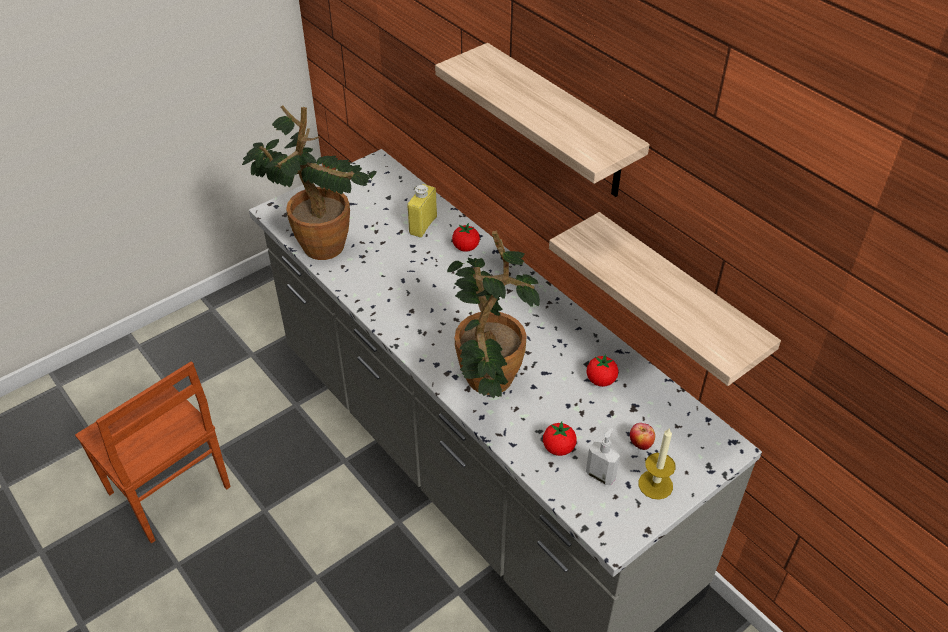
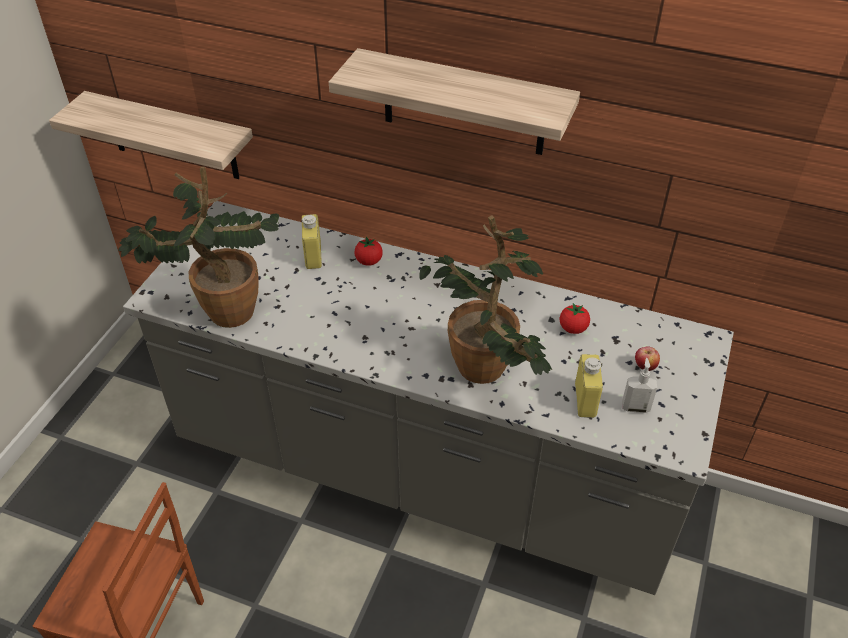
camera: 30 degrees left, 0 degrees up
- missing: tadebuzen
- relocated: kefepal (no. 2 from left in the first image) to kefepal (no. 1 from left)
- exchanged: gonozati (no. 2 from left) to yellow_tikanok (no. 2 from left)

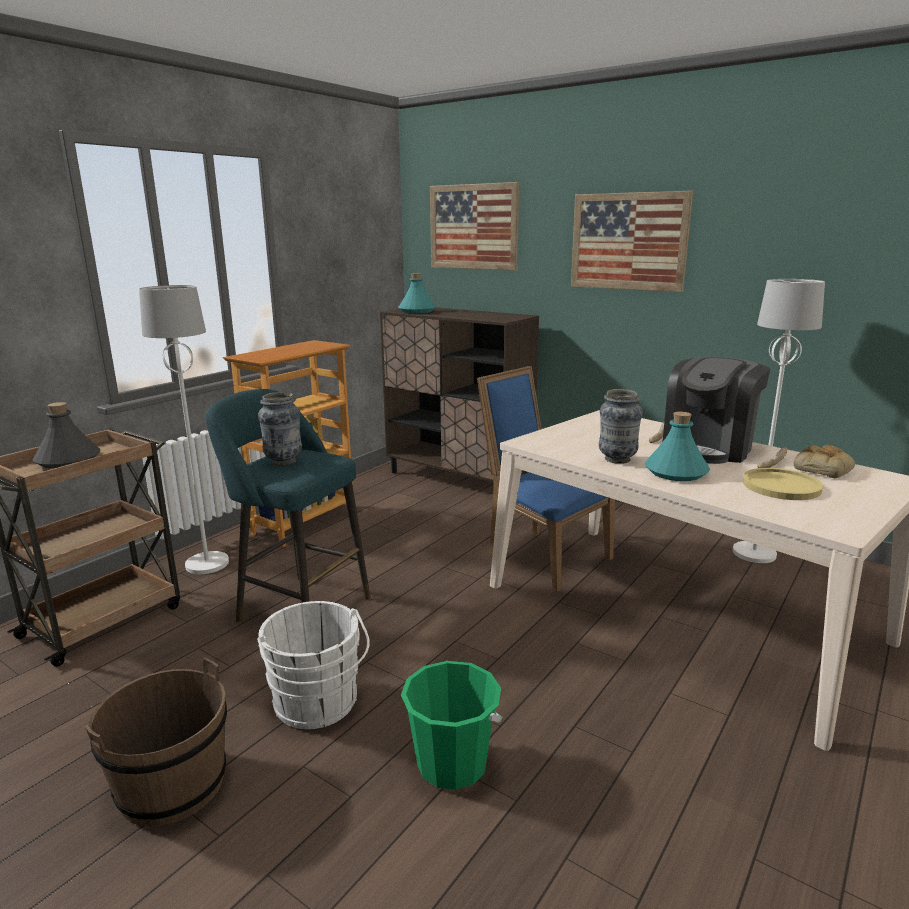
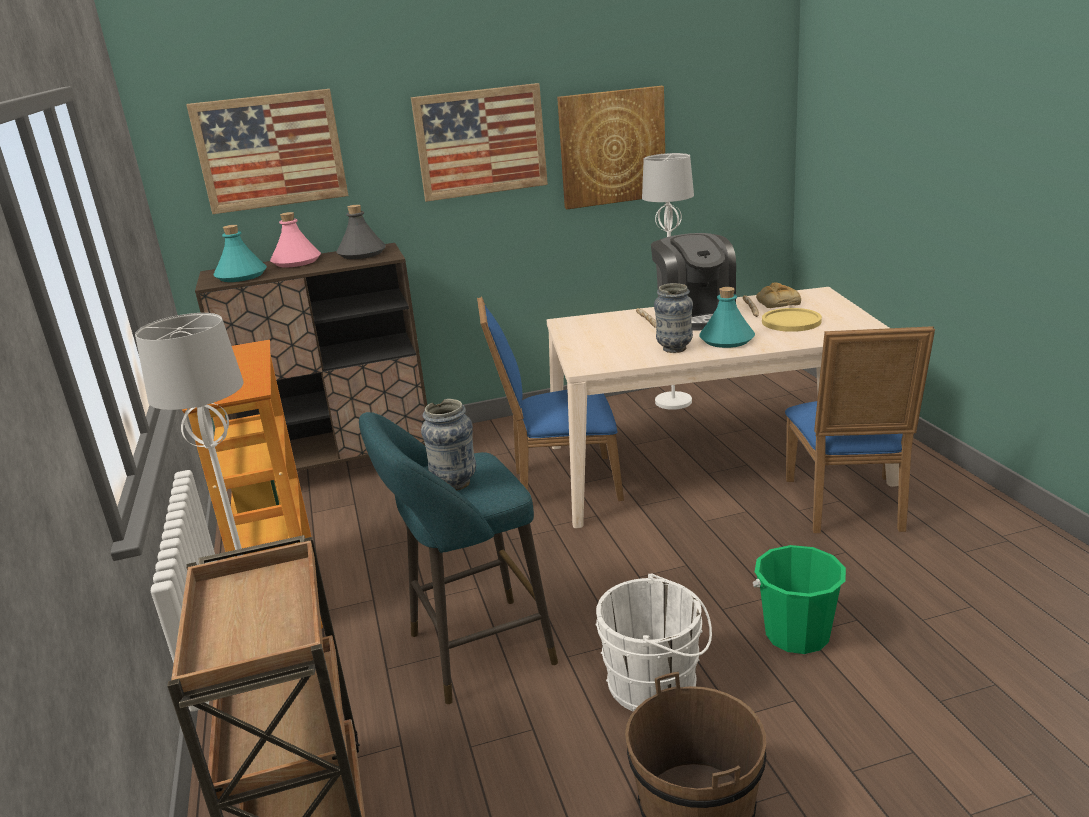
camera: 50 degrees left, 5 degrees up
- appeared: pink_tikanok
- appeared: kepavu (no. 3 from left)
- appeared: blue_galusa (no. 2 from left)
- relocated: grey_tikanok

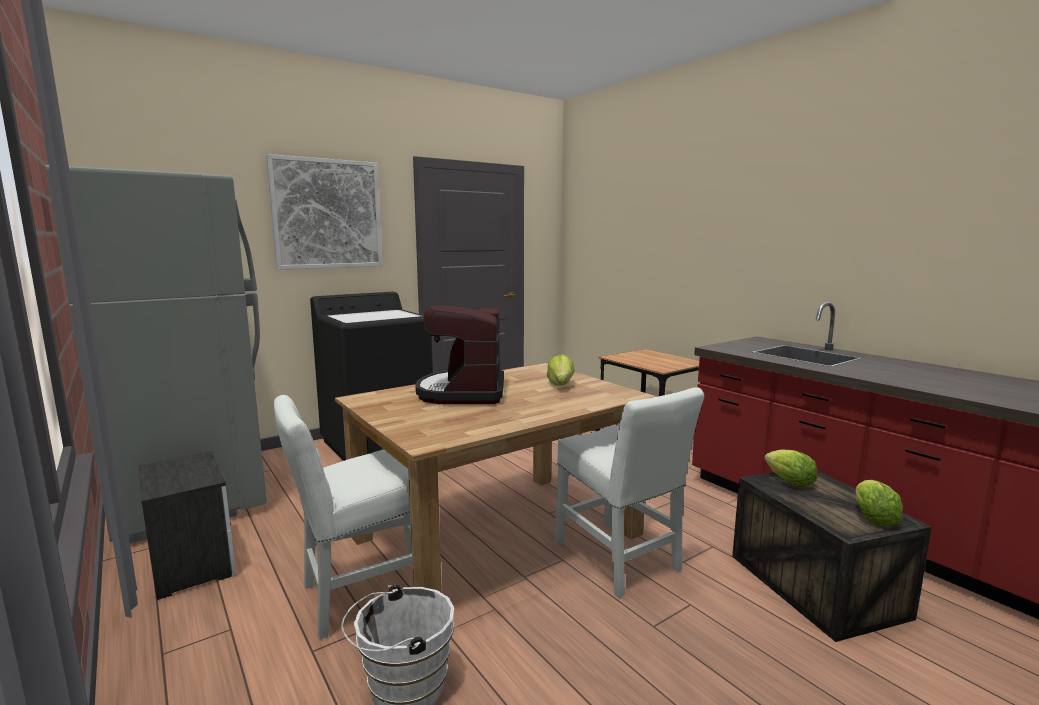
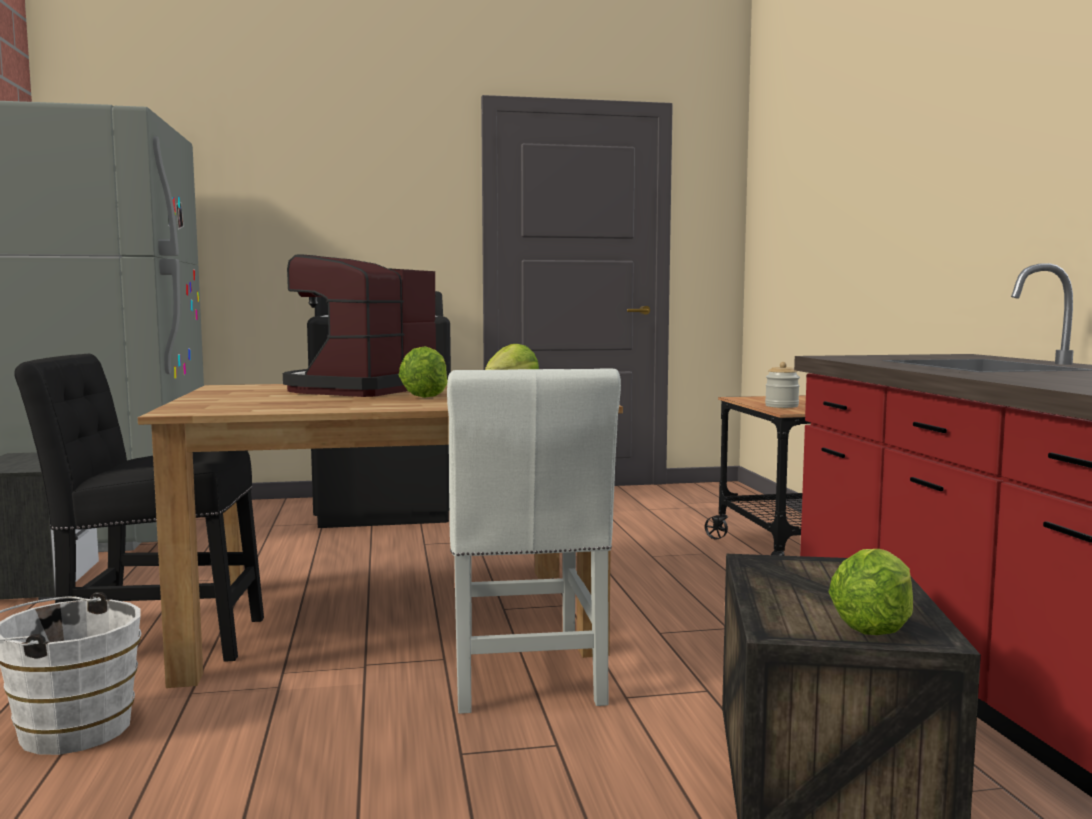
camera: 25 degrees right, 5 degrees down
- missing: kepavu
- appeared: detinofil
- relocated: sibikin (no. 2 from left in the first image) to sibikin (no. 1 from left)
- colour: white_galusa (no. 1 from left) to black_galusa

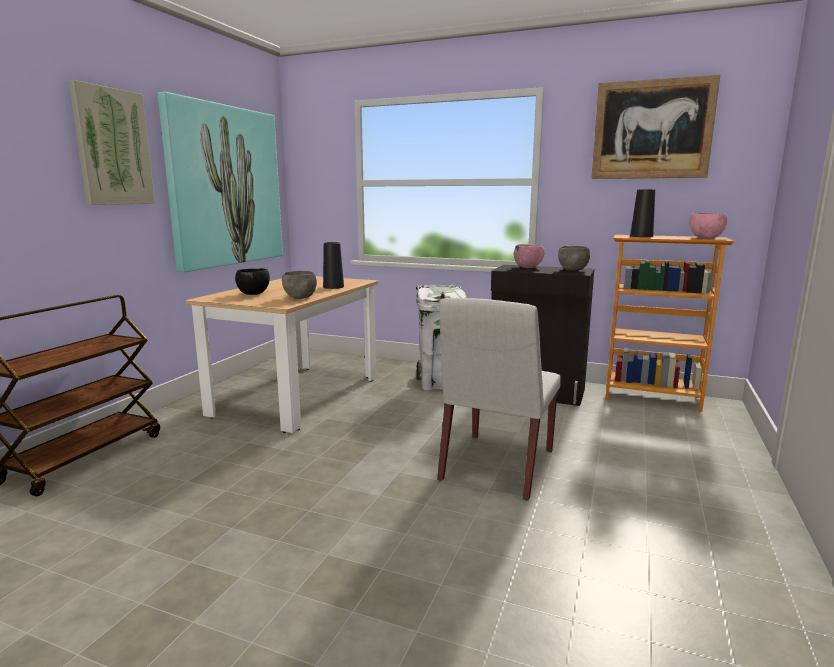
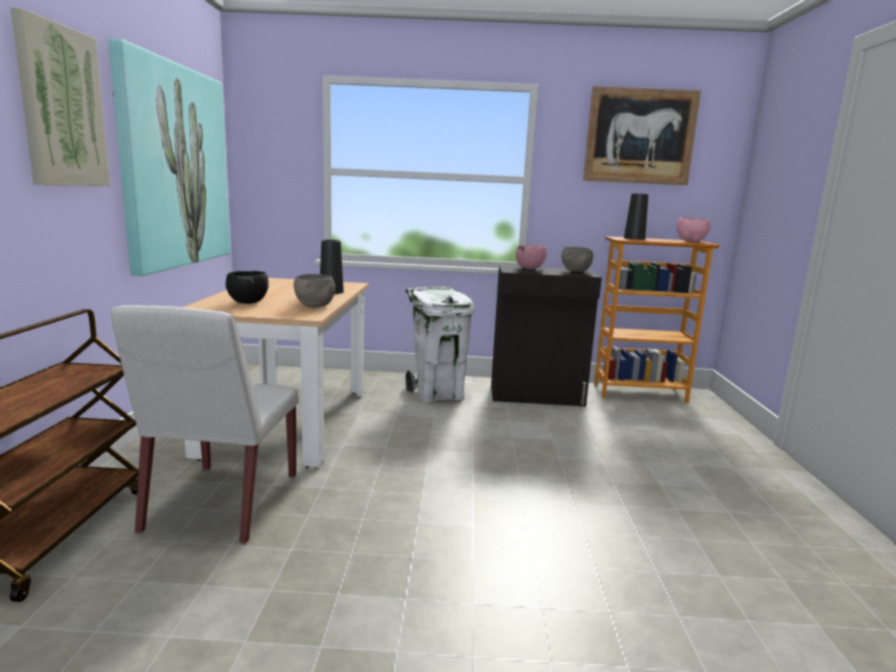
camera: 20 degrees left, 0 degrees up
- relocated: white_galusa

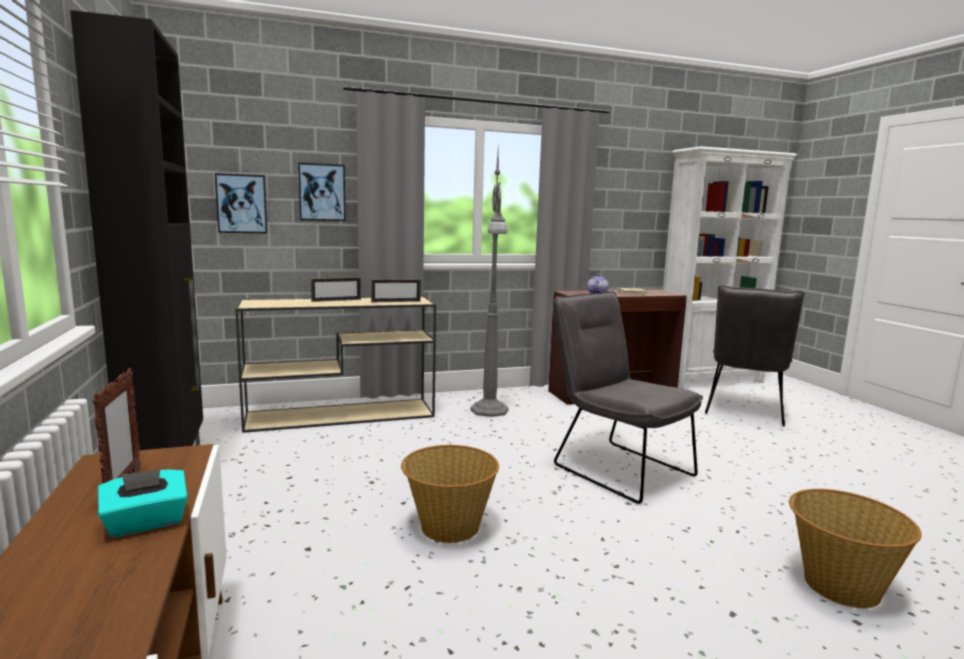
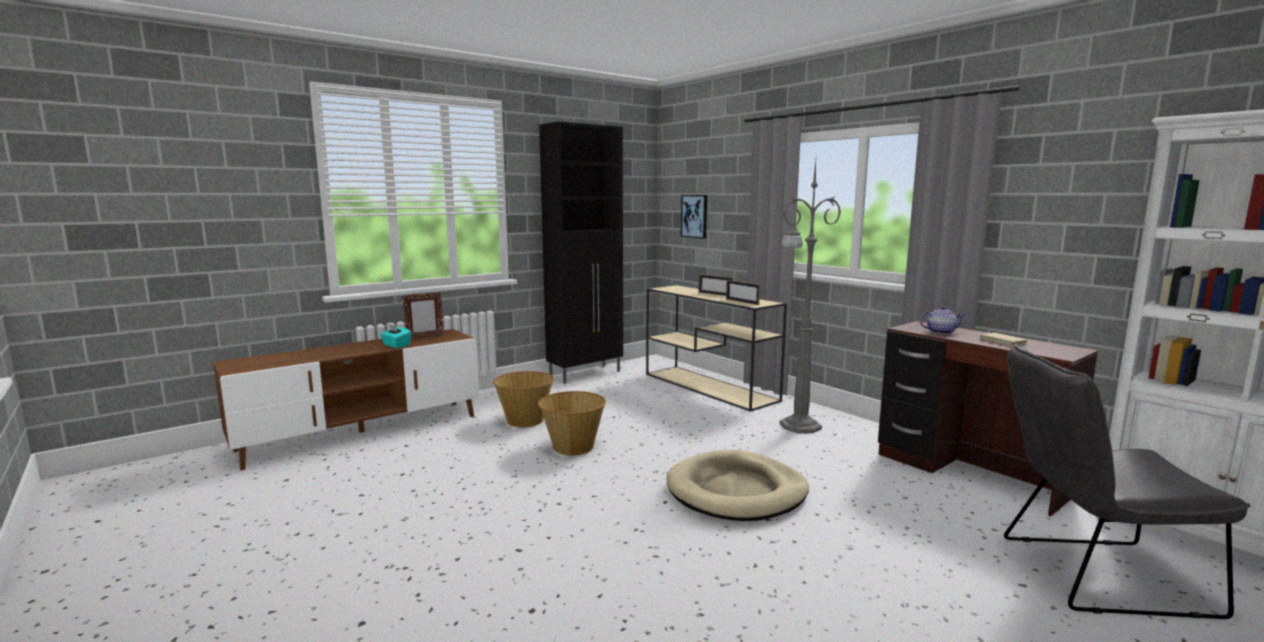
camera: 70 degrees right, 0 degrees up
- missing: kepavu (no. 2 from left)
- relocated: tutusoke (no. 2 from left in the first image) to tutusoke (no. 1 from left)
- exchanged: grey_galusa (no. 1 from left) to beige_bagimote

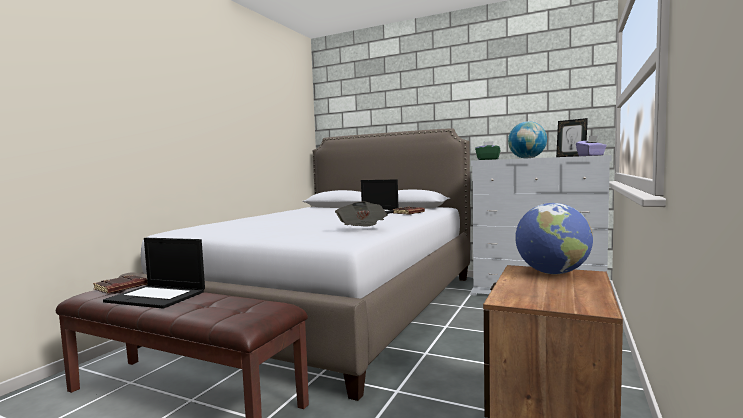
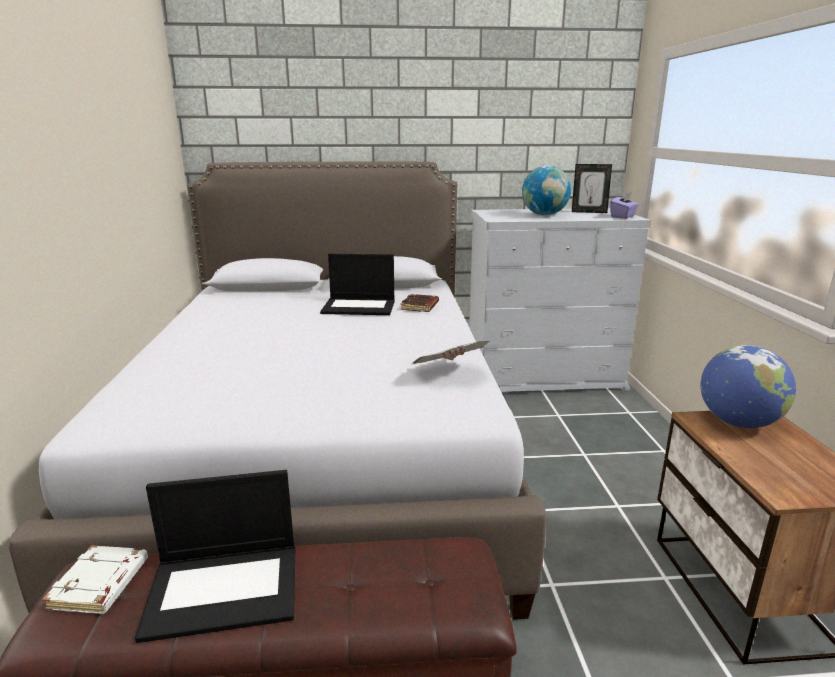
camera: 30 degrees left, 15 degrees up
- missing: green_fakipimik
- colour: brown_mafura (no. 1 from left) to white_mafura

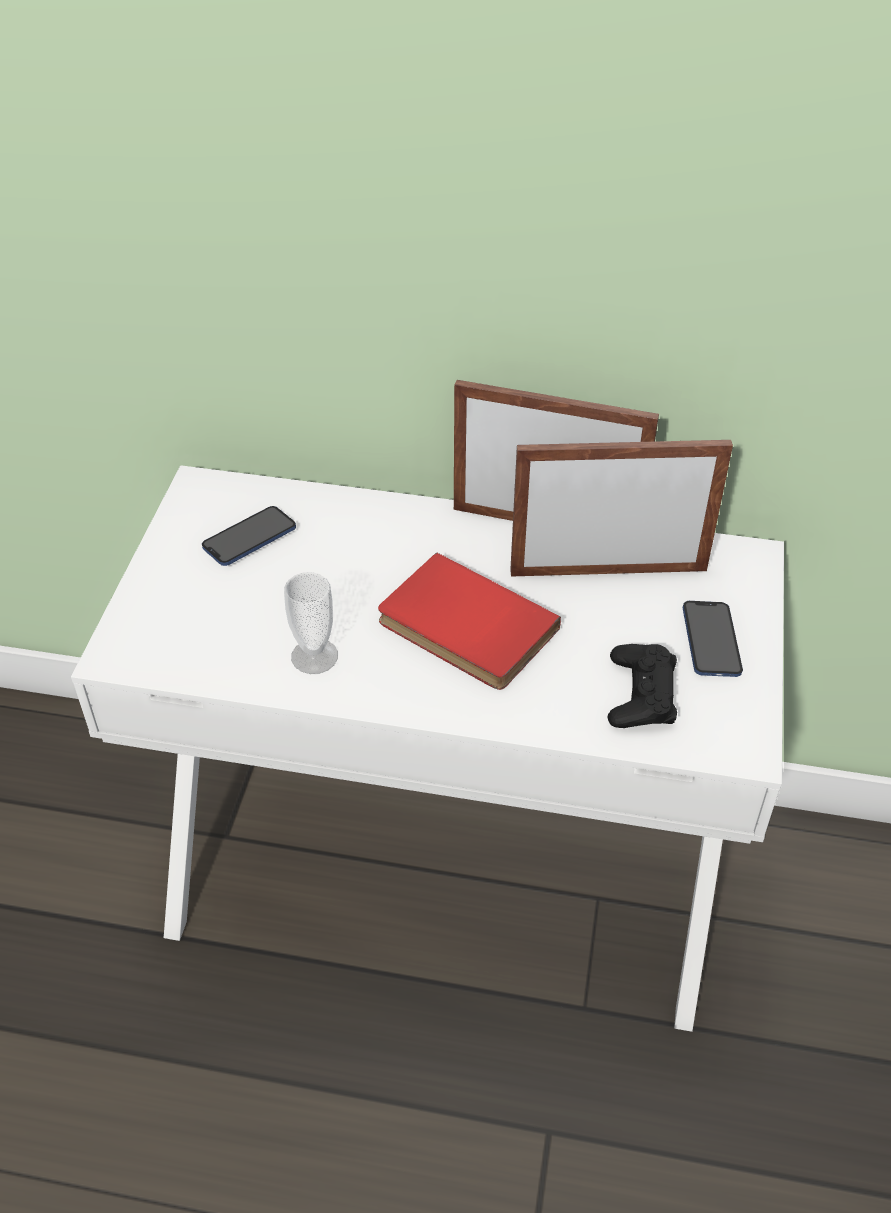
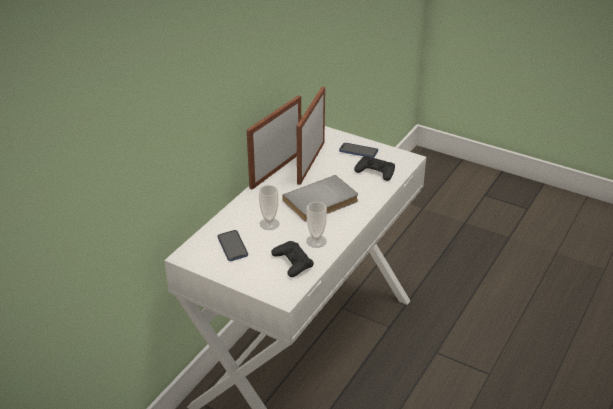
camera: 70 degrees left, 10 degrees down
- appeared: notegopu (no. 1 from left)
- appeared: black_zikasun (no. 1 from left)
- colour: red_mafura to grey_mafura

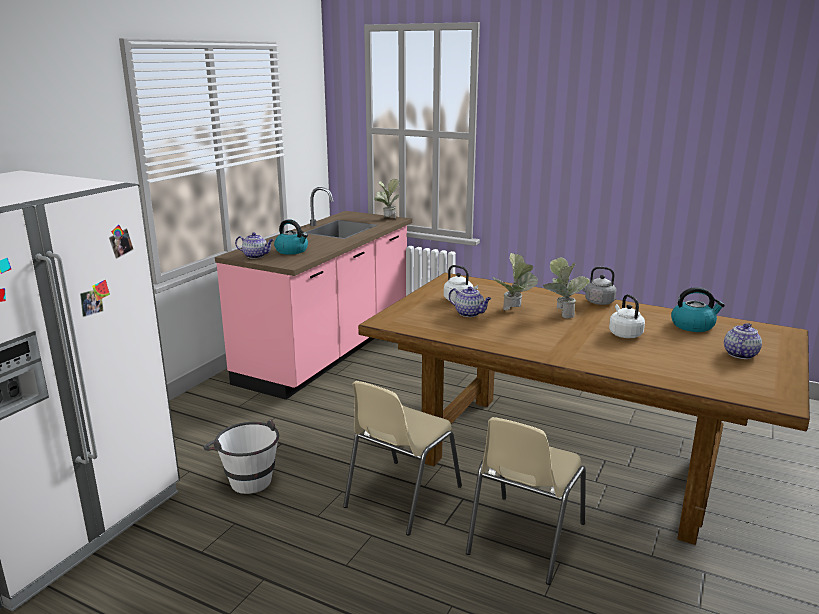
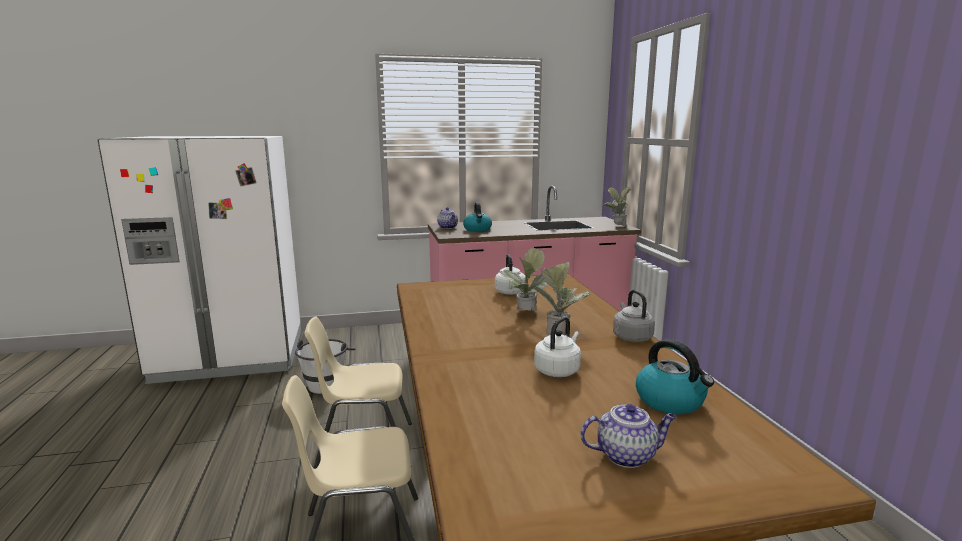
camera: 50 degrees right, 5 degrees down
- missing: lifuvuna (no. 2 from left)

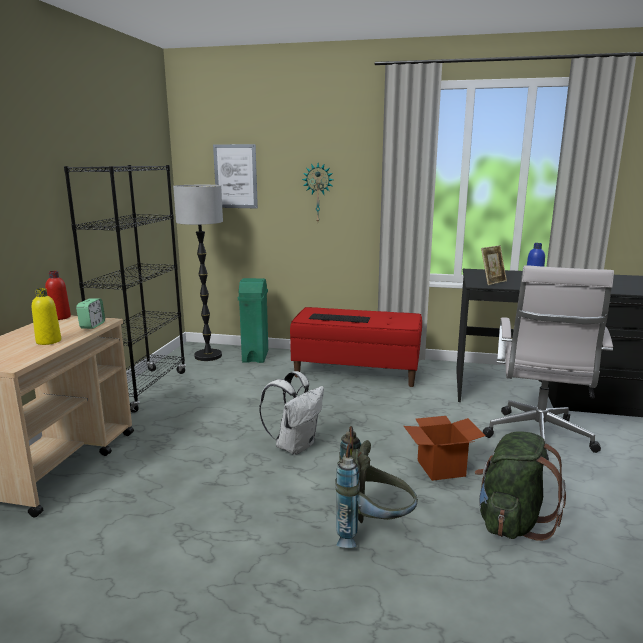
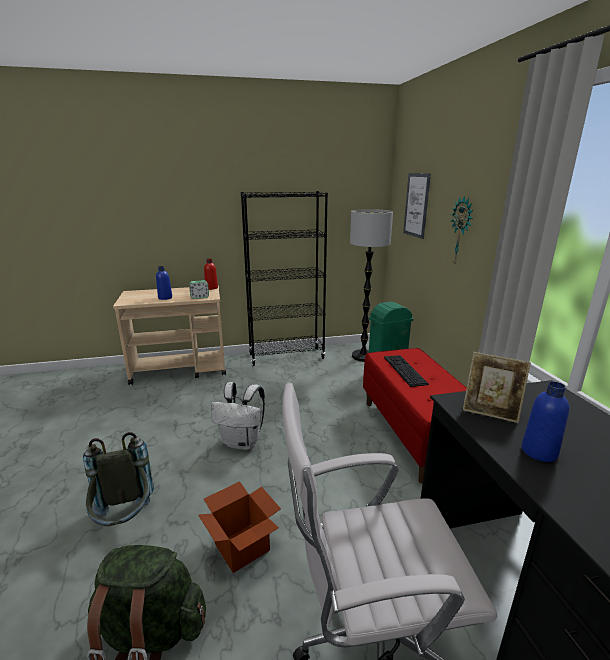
camera: 65 degrees right, 5 degrees up
- colour: yellow_tikanok to blue_tikanok (no. 1 from left)

